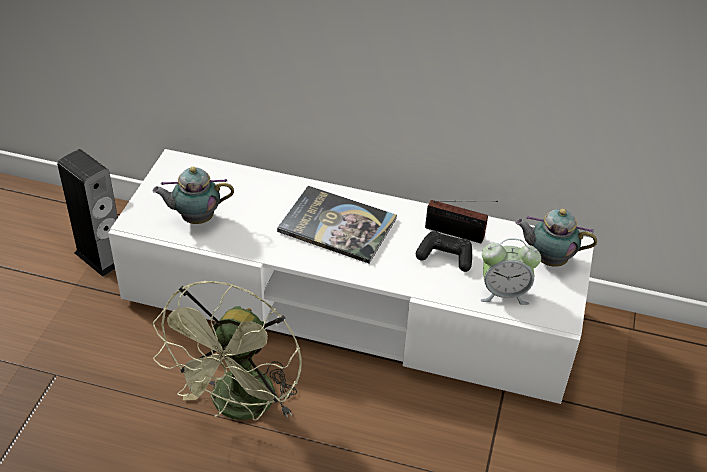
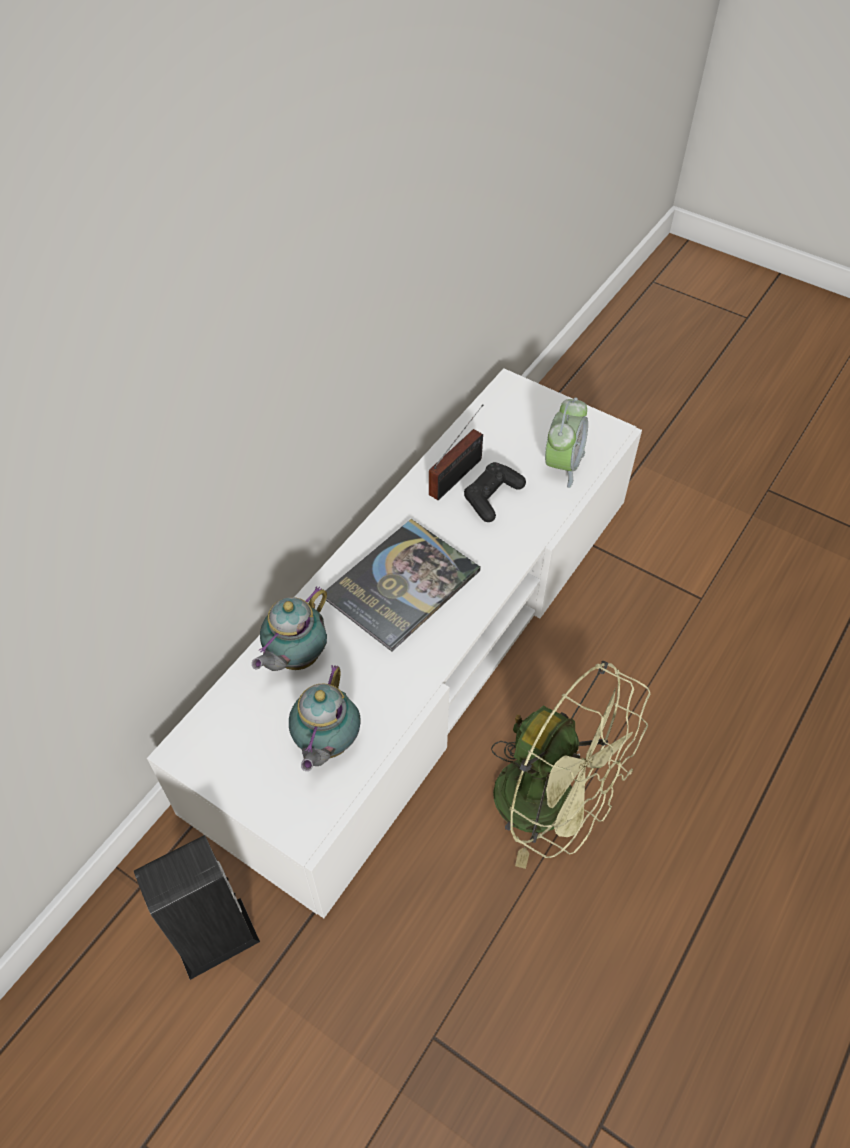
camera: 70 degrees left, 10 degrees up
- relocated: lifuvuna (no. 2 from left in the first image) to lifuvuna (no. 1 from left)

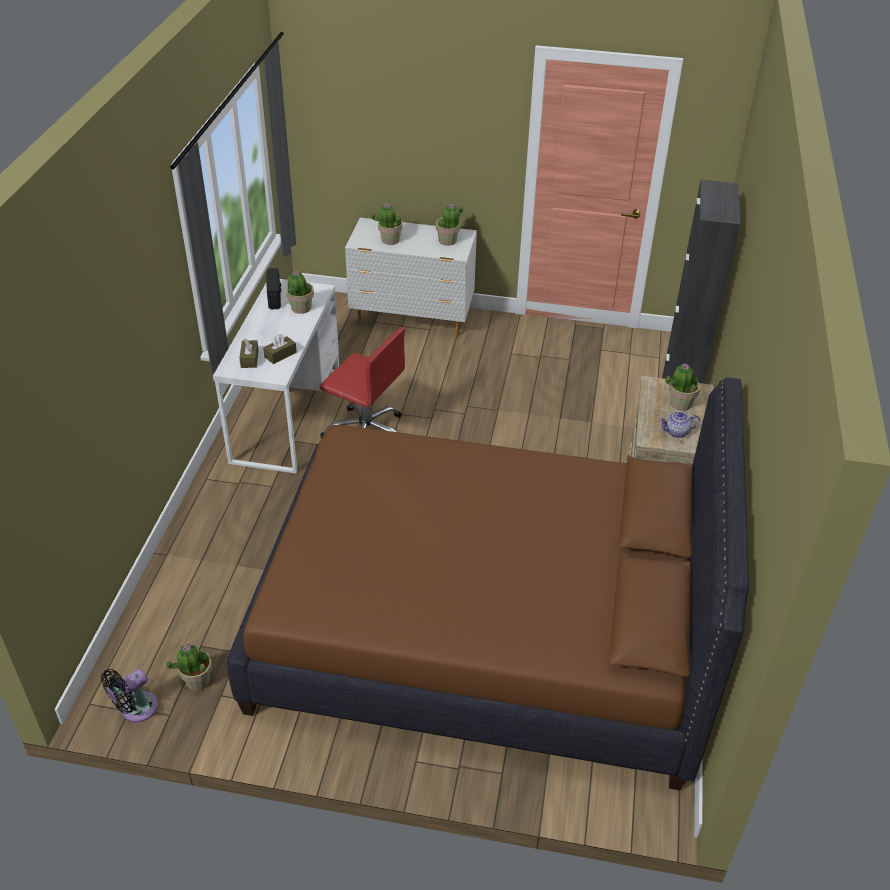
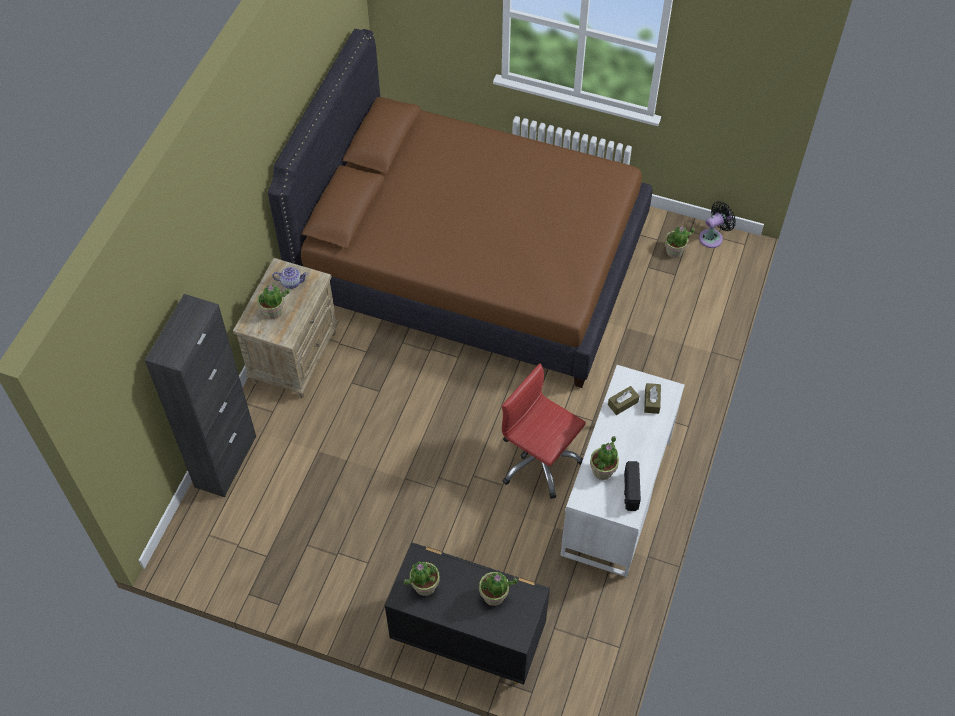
camera: 170 degrees left, 15 degrees up
- colour: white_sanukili to black_sanukili

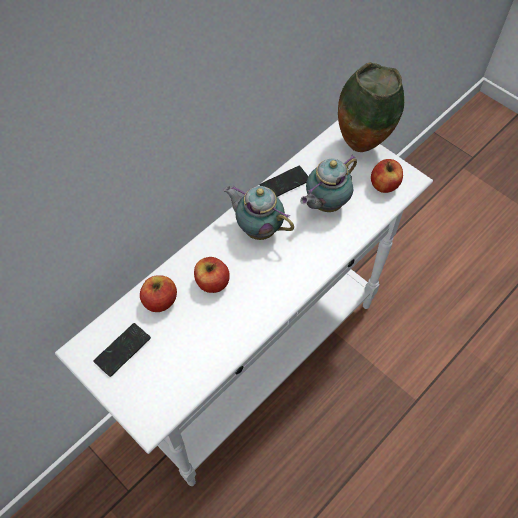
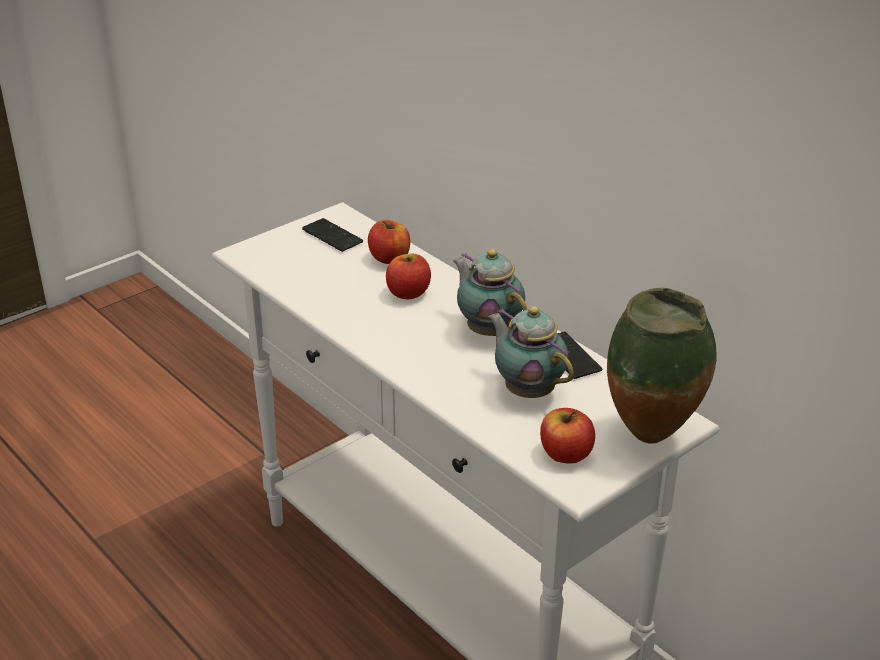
camera: 95 degrees right, 25 degrees down
- spun: lifuvuna (no. 1 from left) 75 degrees counterclockwise

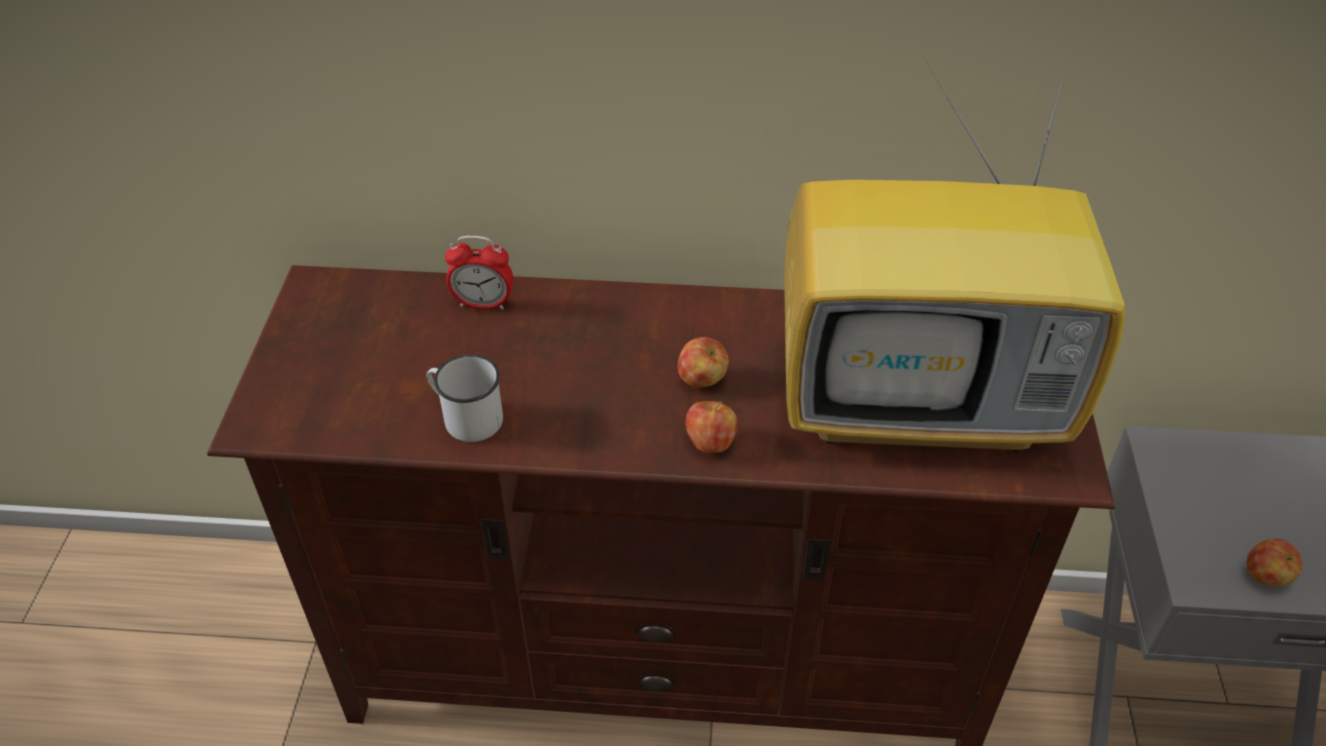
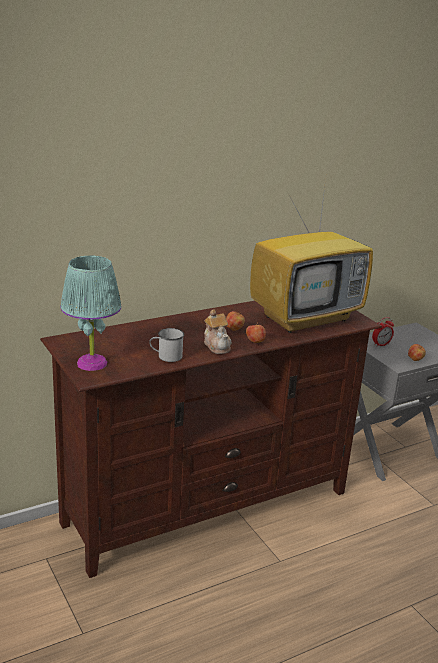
camera: 35 degrees left, 20 degrees down
- appeared: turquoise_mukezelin
- appeared: lifuvuna
- relocated: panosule

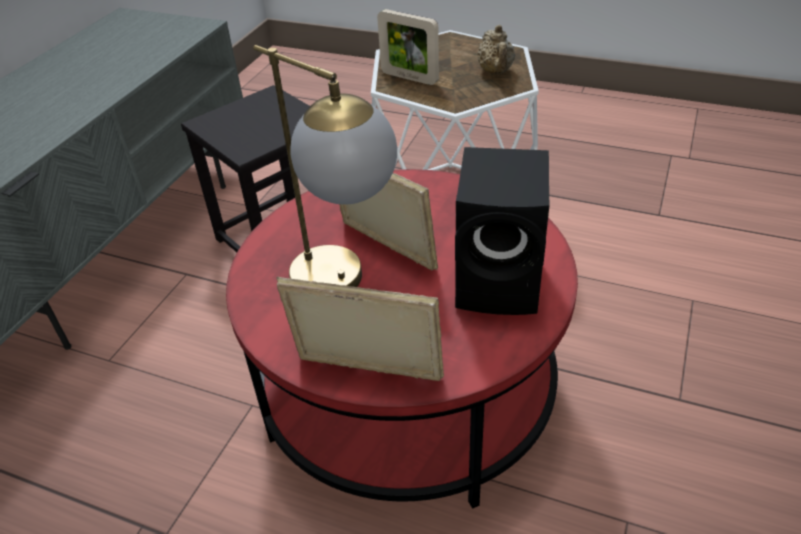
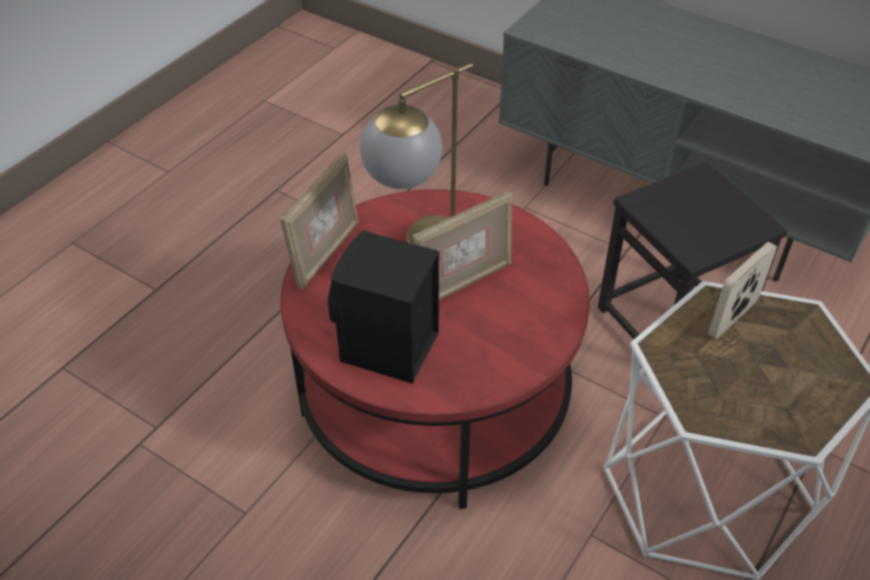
camera: 100 degrees right, 5 degrees up
- missing: beige_lifuvuna

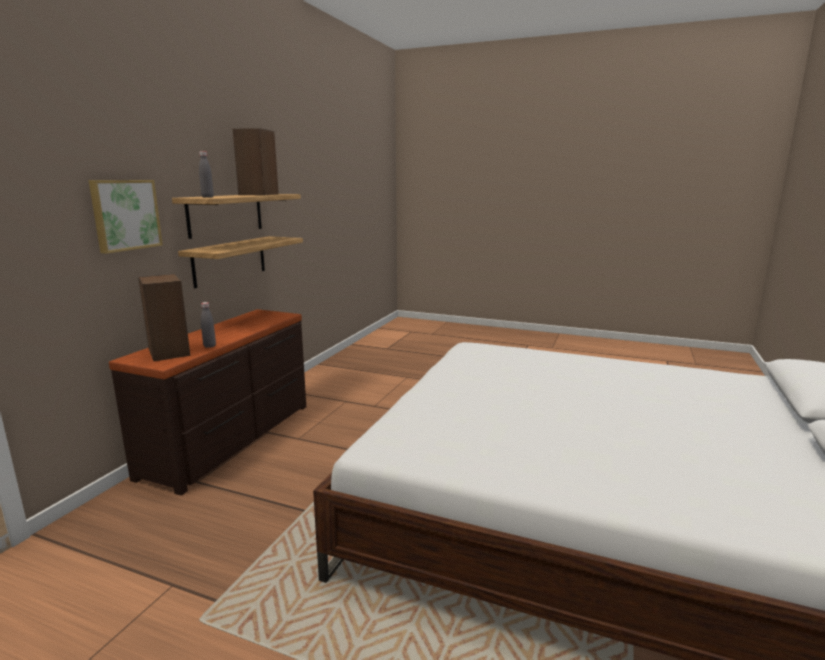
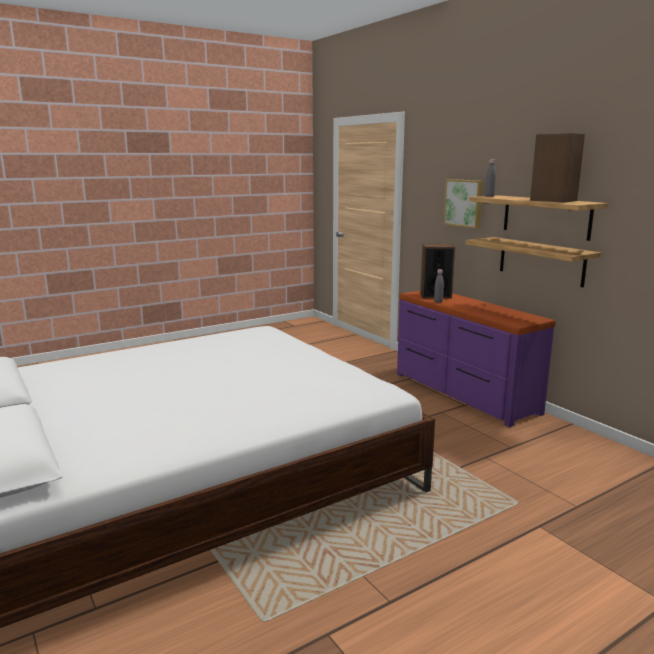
camera: 125 degrees right, 0 degrees up
- colour: brown_sanukili to purple_sanukili

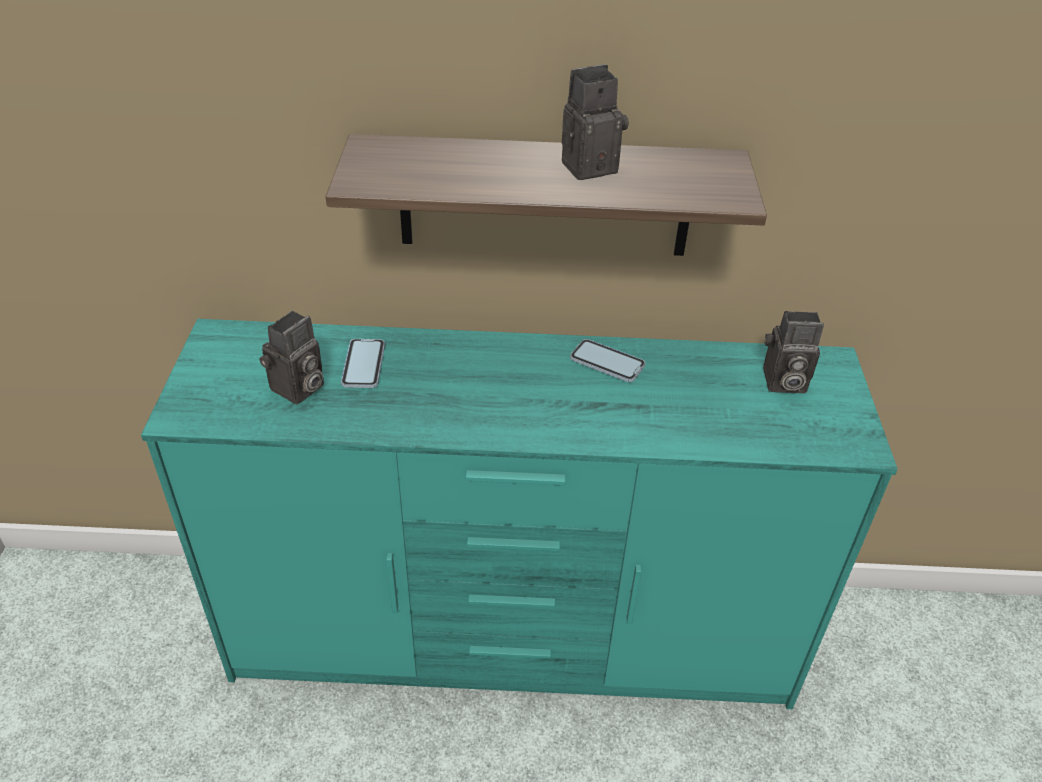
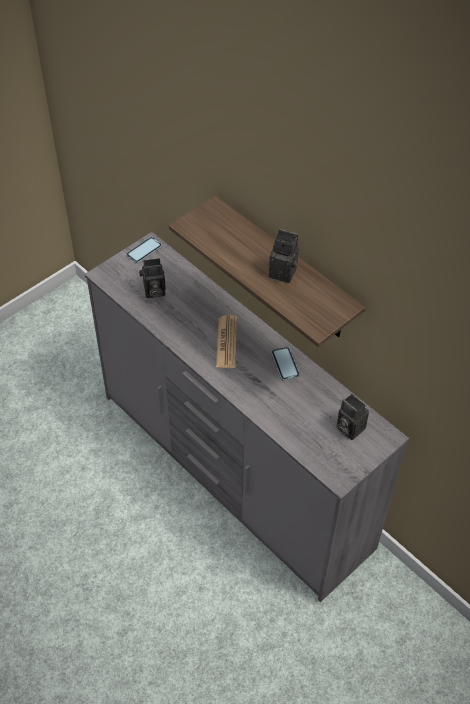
camera: 45 degrees right, 10 degrees up
- appeared: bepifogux
- relocated: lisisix (no. 1 from left)
- colour: turquoise_sanukili to grey_sanukili

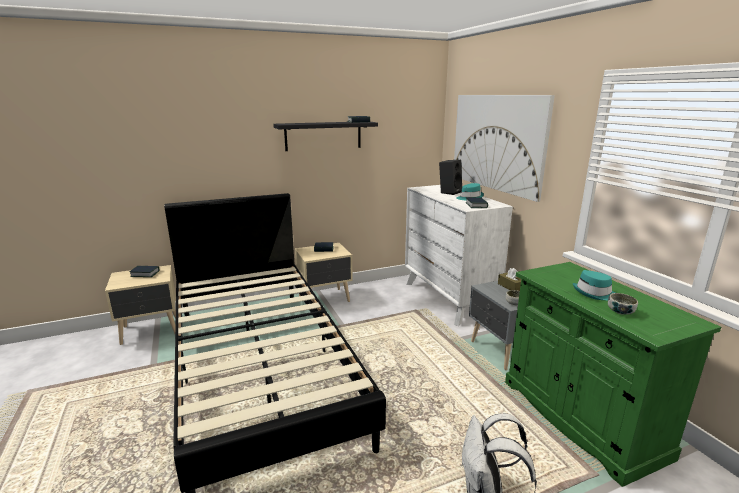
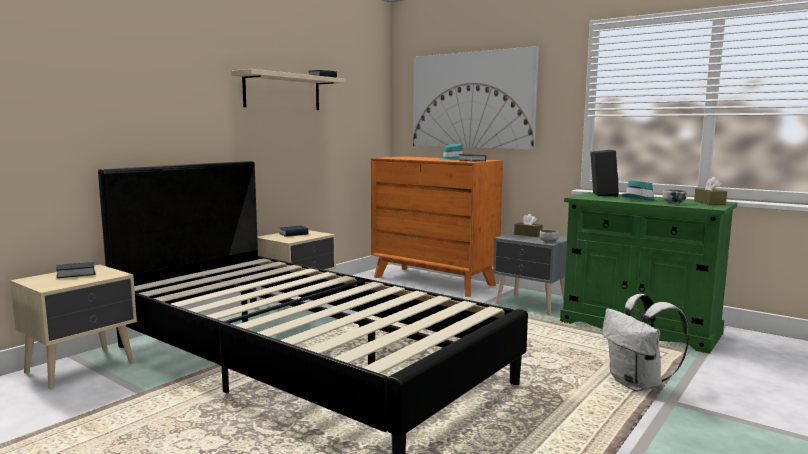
camera: 30 degrees left, 10 degrees down
- appeared: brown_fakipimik (no. 2 from left)
- relocated: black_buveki
- colour: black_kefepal to beige_kefepal
- colour: white_sanukili to orange_sanukili

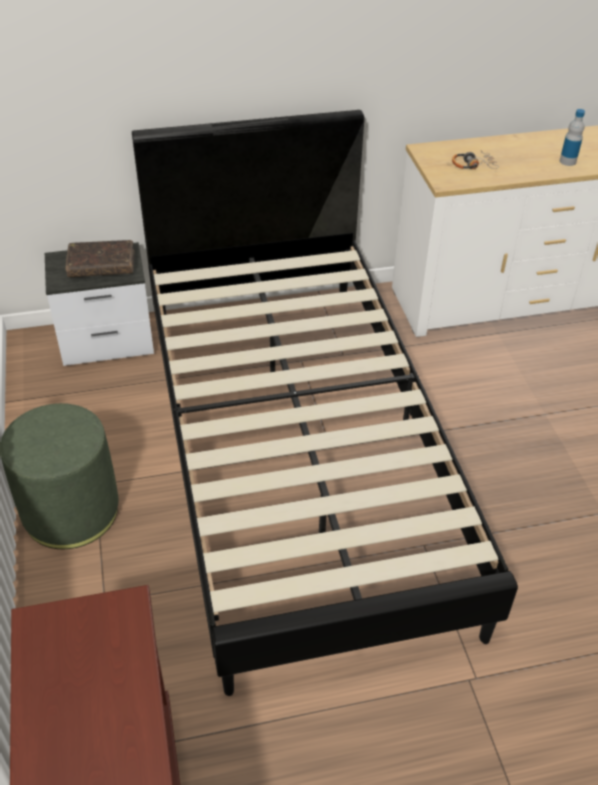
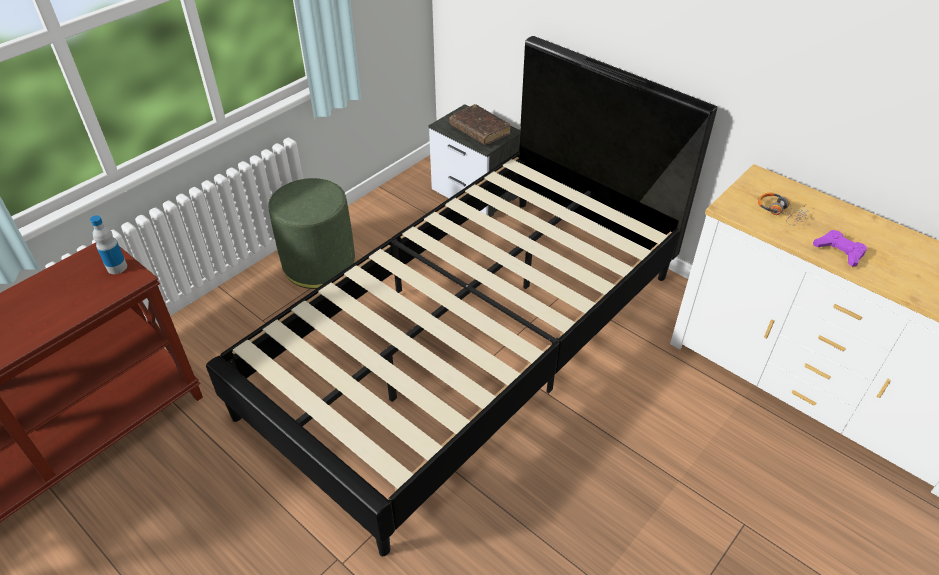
camera: 55 degrees right, 0 degrees up
- appeared: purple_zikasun
- relocated: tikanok

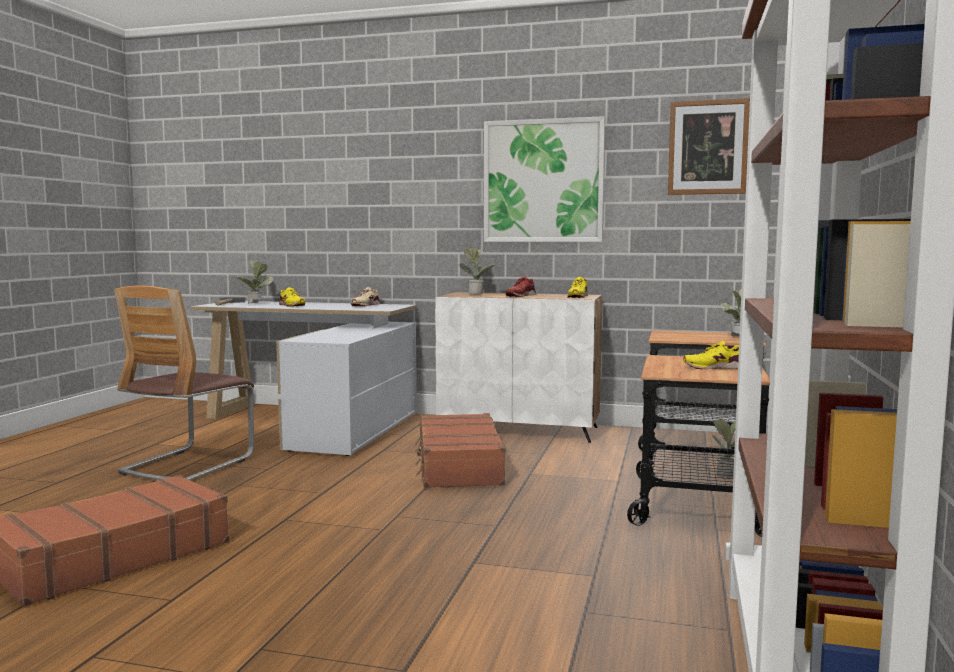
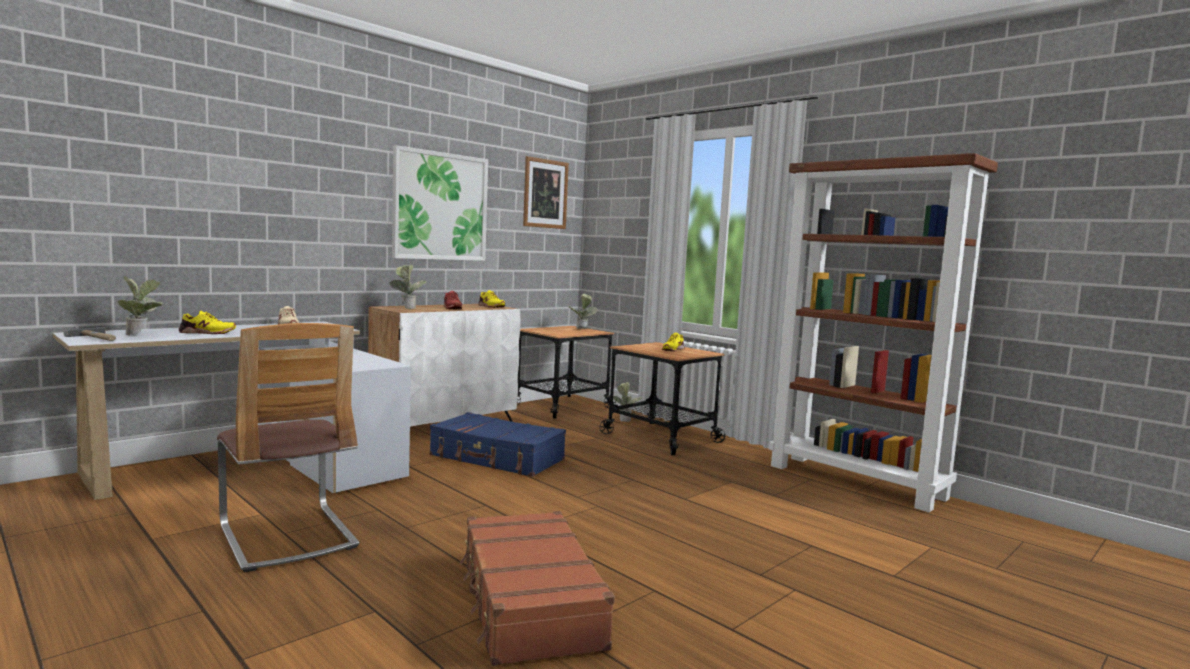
camera: 60 degrees left, 0 degrees up
- colour: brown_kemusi (no. 2 from left) to blue_kemusi

